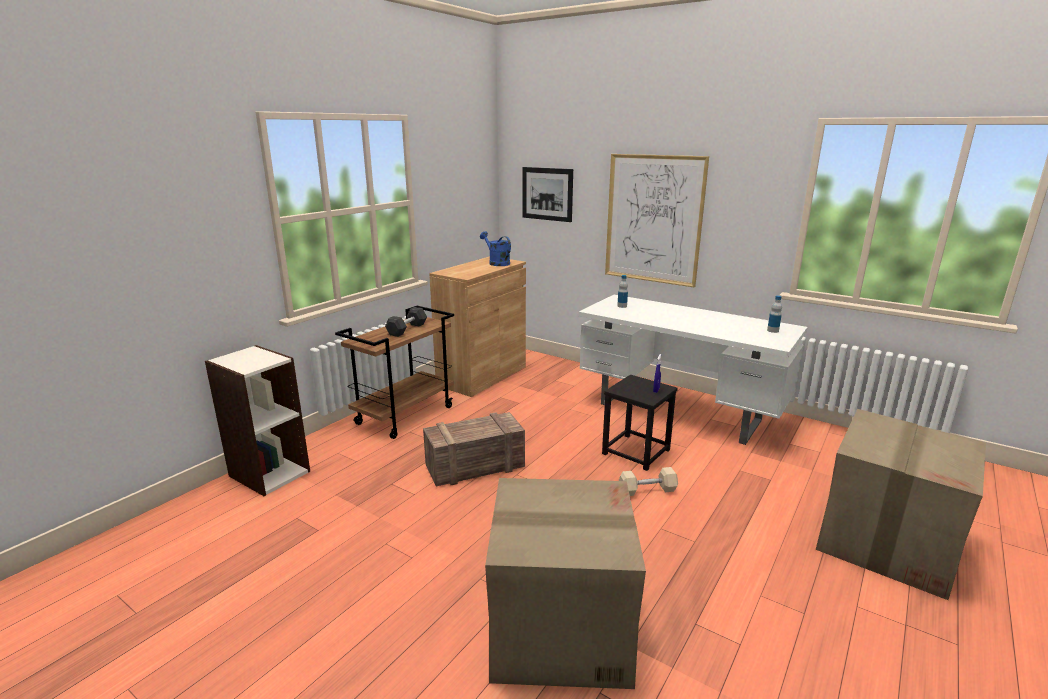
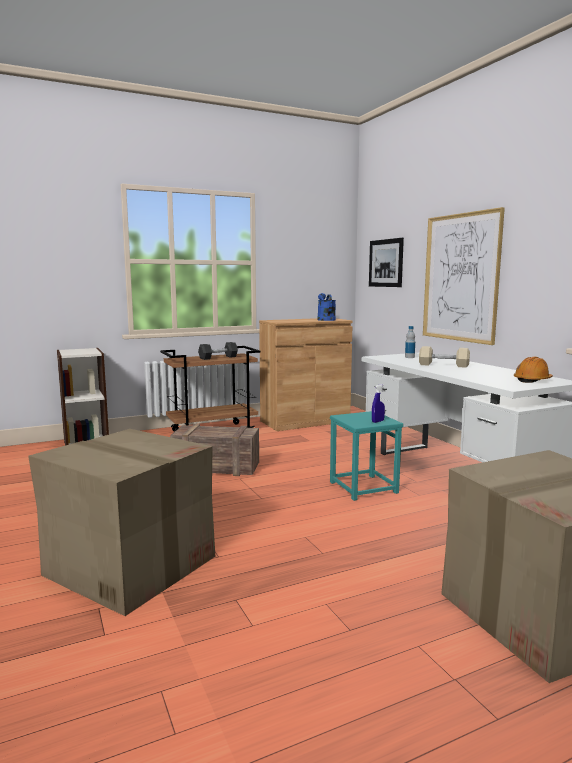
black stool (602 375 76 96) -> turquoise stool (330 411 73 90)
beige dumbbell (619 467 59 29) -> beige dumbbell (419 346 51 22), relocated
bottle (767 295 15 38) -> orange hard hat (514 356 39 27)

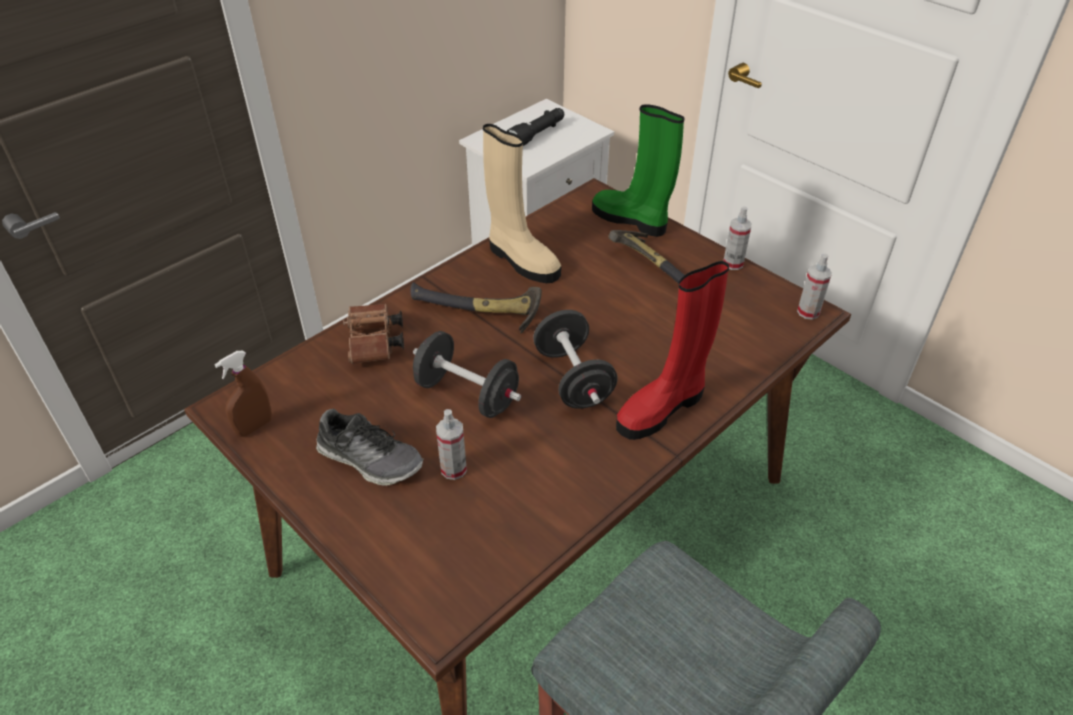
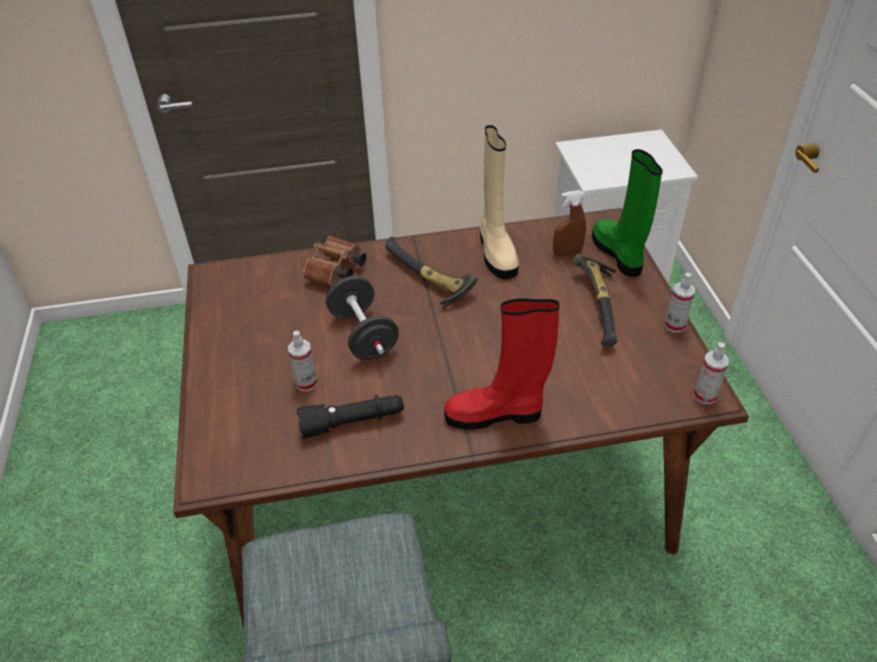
black flashlight (507 108 57 38) -> black flashlight (296 395 108 43), relocated
brown spray bottle (214 351 58 86) -> brown spray bottle (553 190 33 66), relocated
shoe (316 409 108 77) -> none
black dumbbell (533 310 85 99) -> none

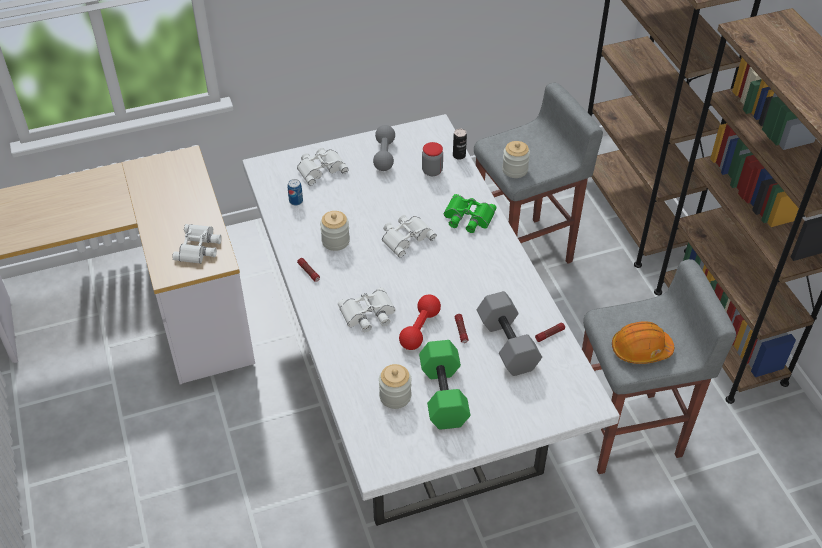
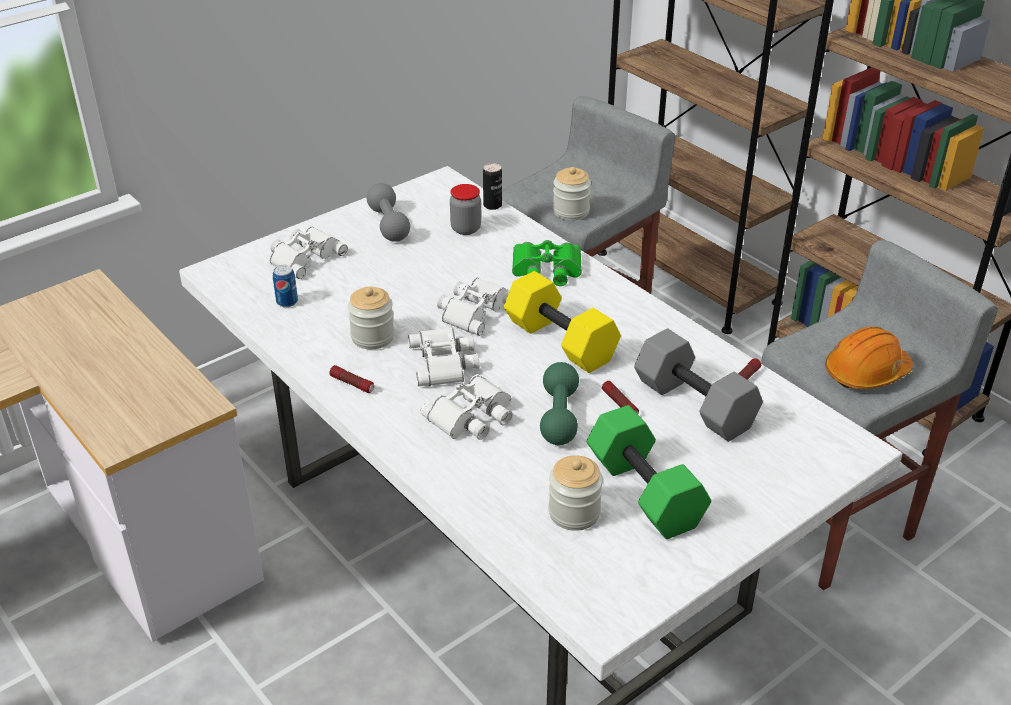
white binoculars (172 224 50 40) -> white binoculars (408 327 72 59), relocated
none -> yellow dumbbell (504 271 117 102)
red dumbbell (399 294 42 56) -> green dumbbell (540 362 39 83)

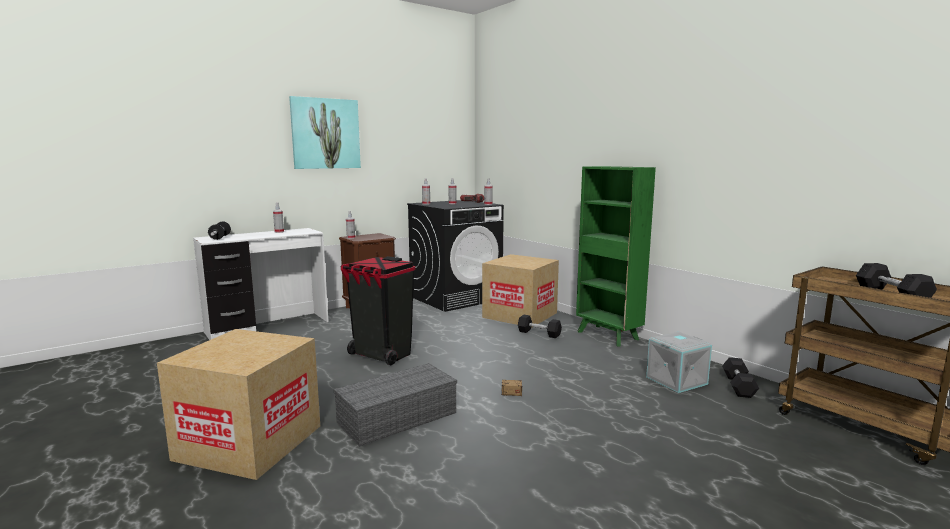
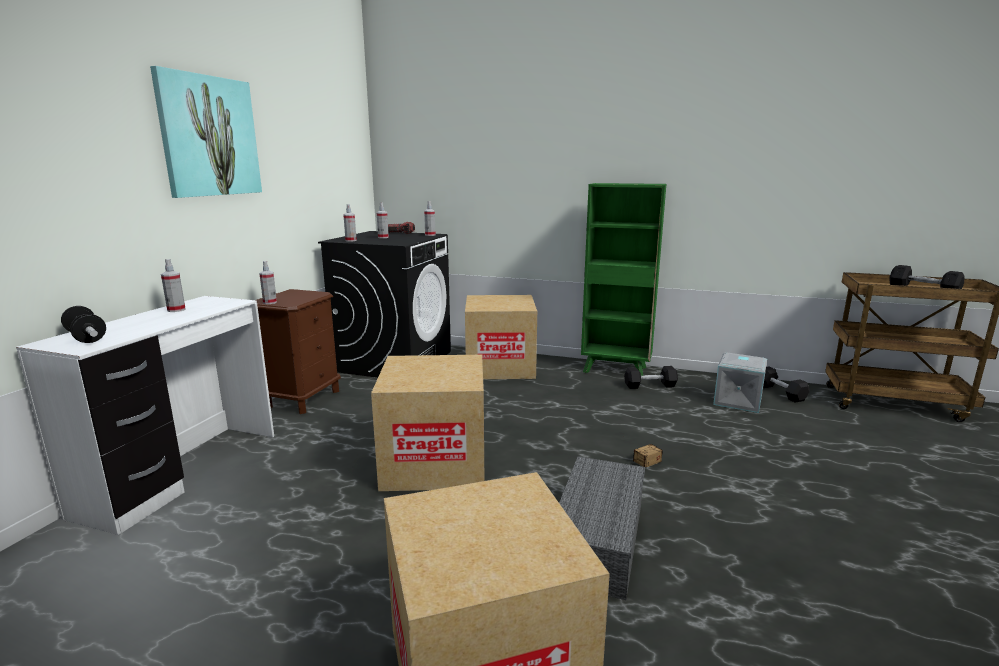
black trash can (341 256 75 109) -> cardboard box (371 355 113 136)
black dumbbell (518 315 44 23) -> black dumbbell (624 366 54 23), relocated

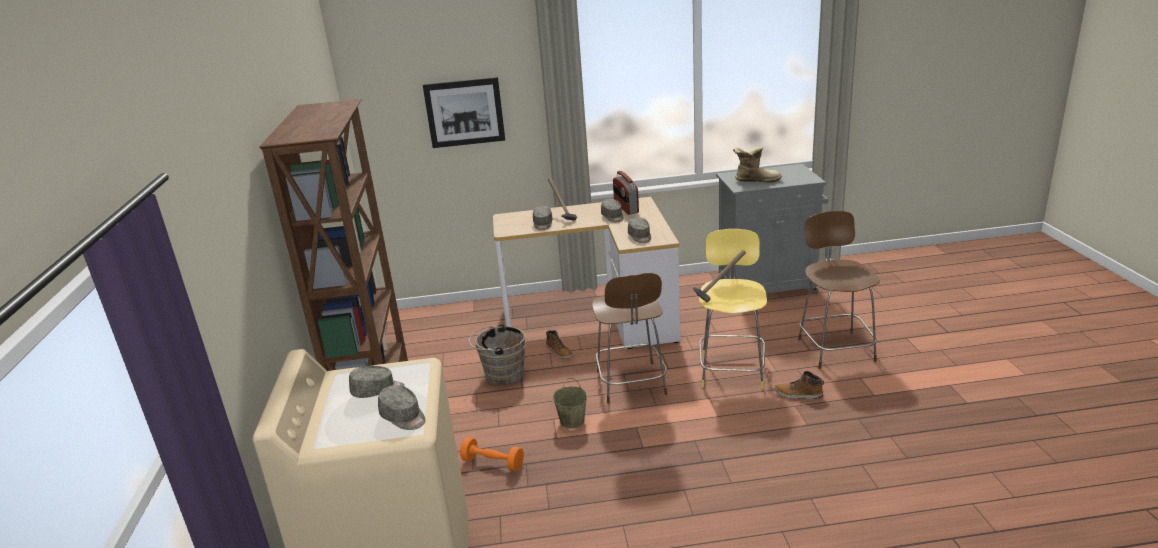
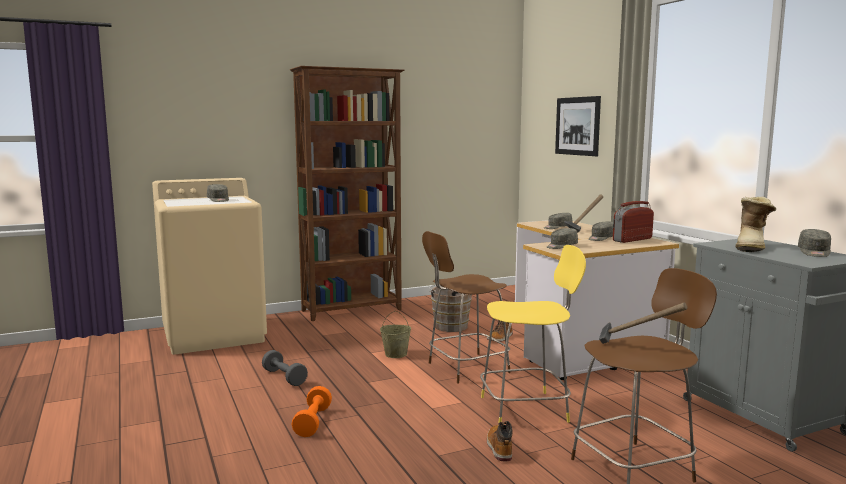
none -> grey dumbbell (262 350 46 36)
orange dumbbell (460 437 64 34) -> orange dumbbell (291 386 41 51), relocated
hammer (693 250 53 53) -> hammer (599 303 88 41), relocated
boot (733 147 49 36) -> boot (736 197 40 55), 45 degrees clockwise
grey cap (378 385 48 45) -> grey cap (798 229 33 28), relocated

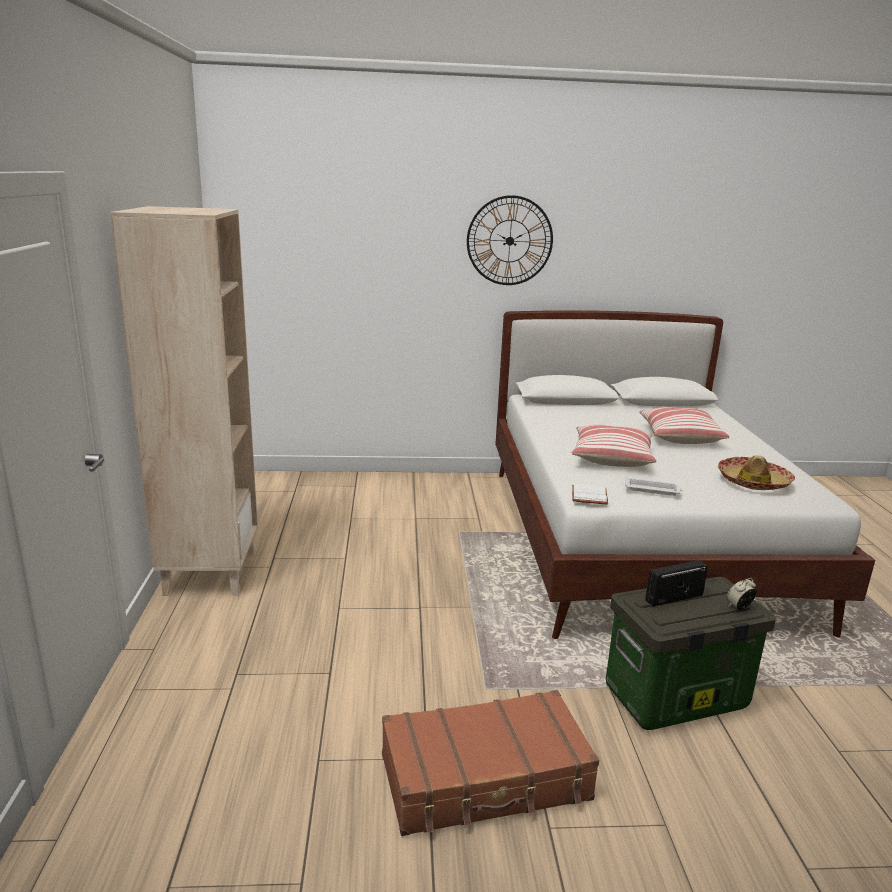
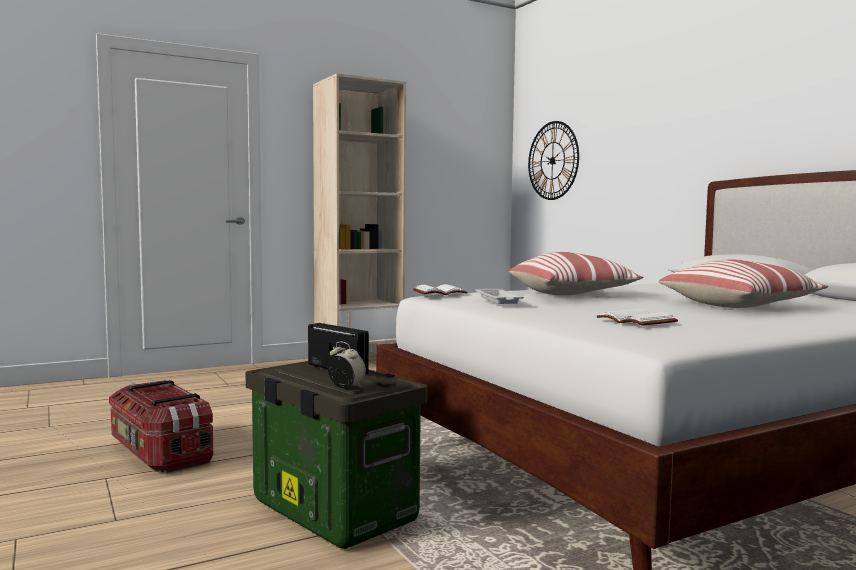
brown suitcase (382 690 217 146) -> storage box (109 380 104 92)
wall clock (467 195 86 90) -> wall clock (528 121 51 79), relocated
hat (718 455 77 35) -> white book (597 309 81 17)

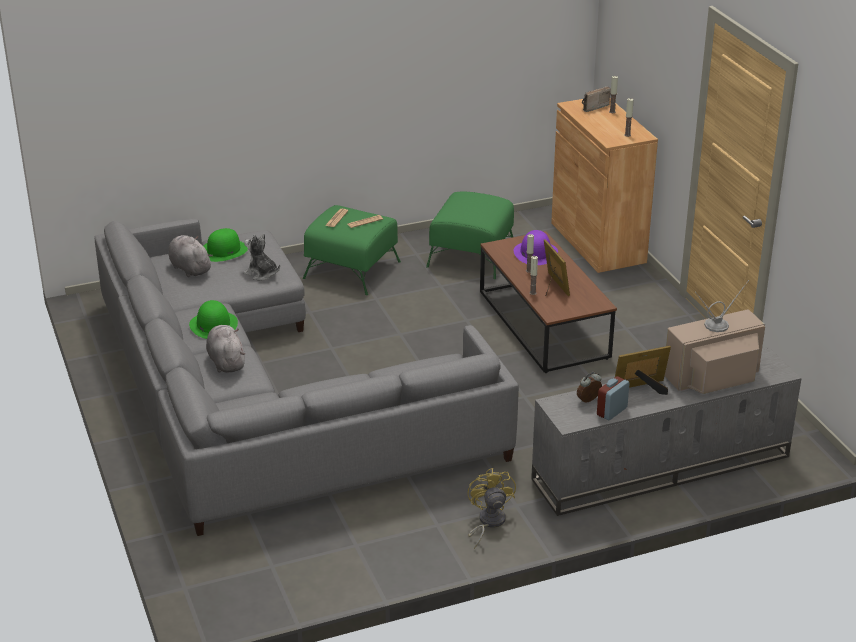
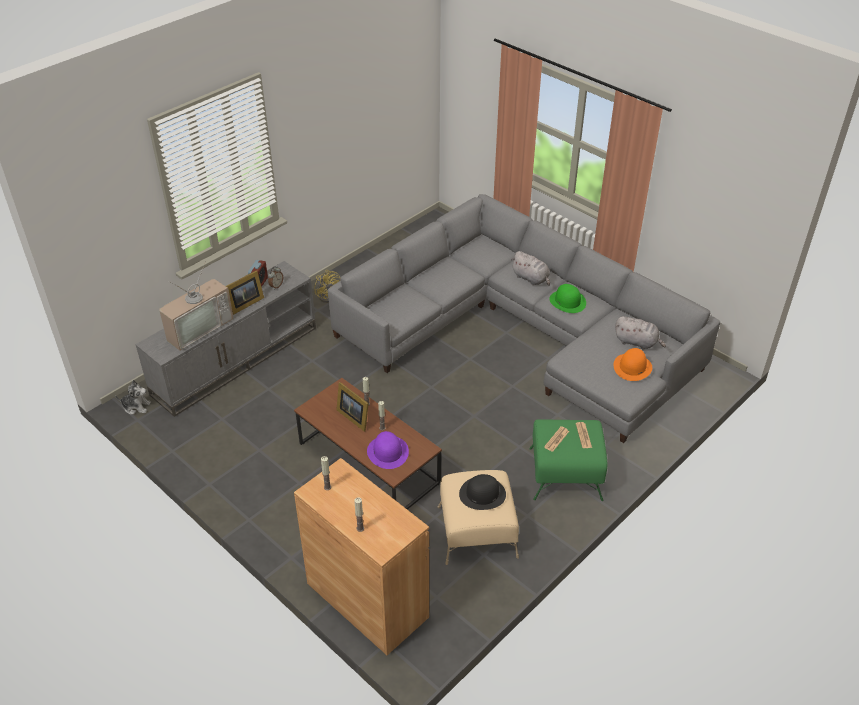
plush toy (244 233 36 48) -> plush toy (115 380 36 35), relocated
green ottoman (426 192 88 87) -> beige ottoman (438 470 81 95)
none -> black hat (459 474 47 36)
green hat (204 228 44 34) -> orange hat (614 348 38 33)
radio (582 86 29 26) -> none

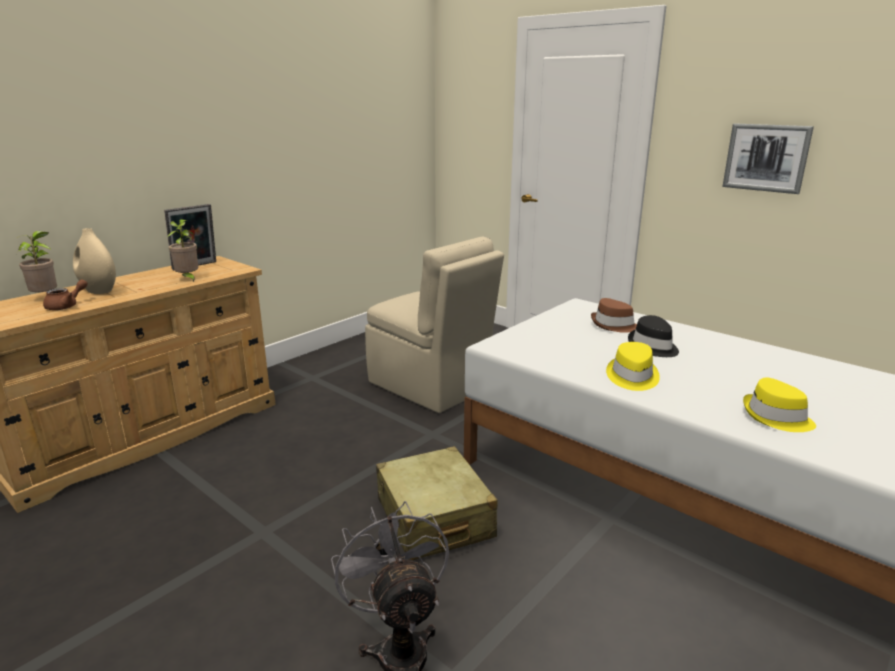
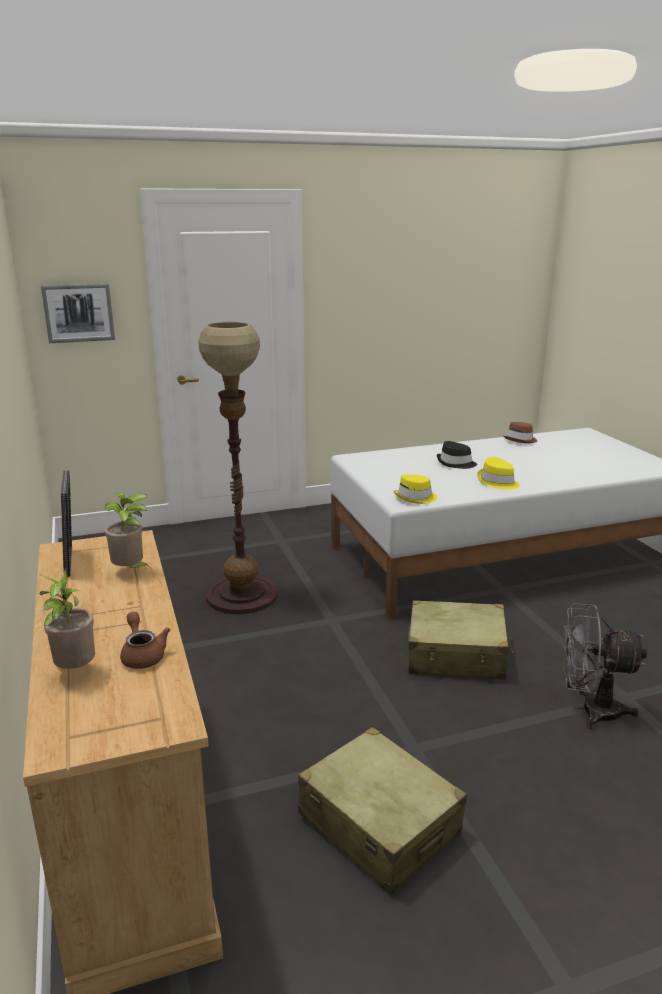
picture (722 123 92 71) -> picture (41 283 74 60), relocated
beige chair (365 236 139 177) -> floor lamp (198 322 81 292)
none -> beige suitcase (298 727 169 168)
yellow hat (743 378 73 54) -> yellow hat (394 474 44 30), relocated
brown hat (591 298 46 35) -> brown hat (504 422 33 22), relocated
beige vase (73 228 43 66) -> none

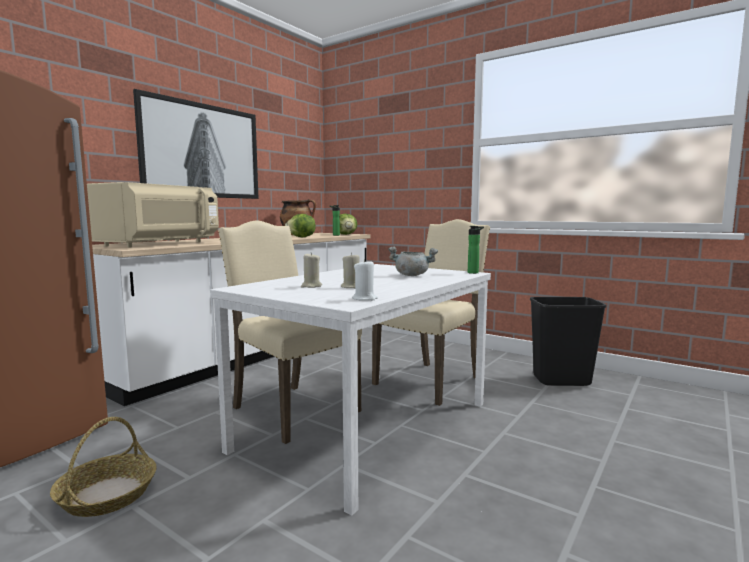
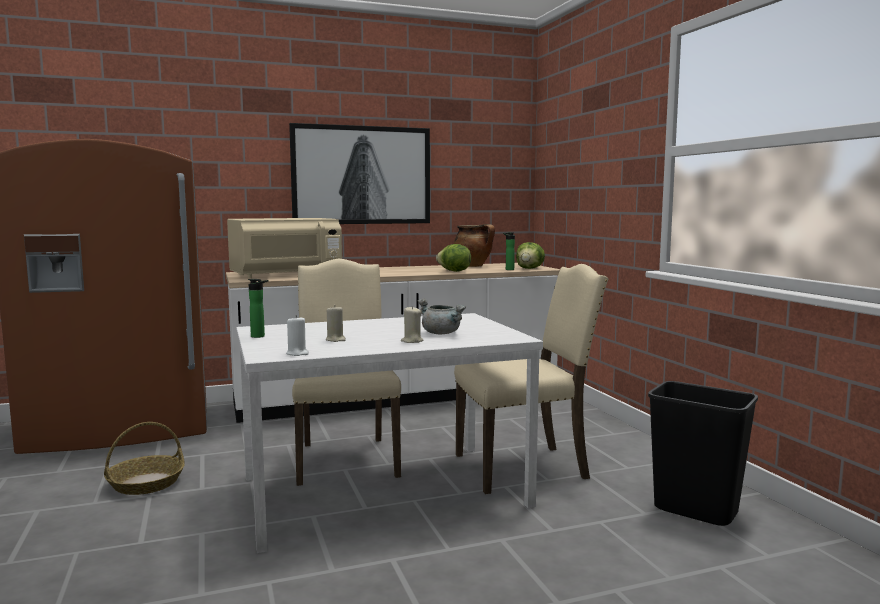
bottle (468 226 16 48) -> bottle (248 279 20 59), relocated
beige candle (301 253 21 35) -> beige candle (401 306 23 37), relocated

